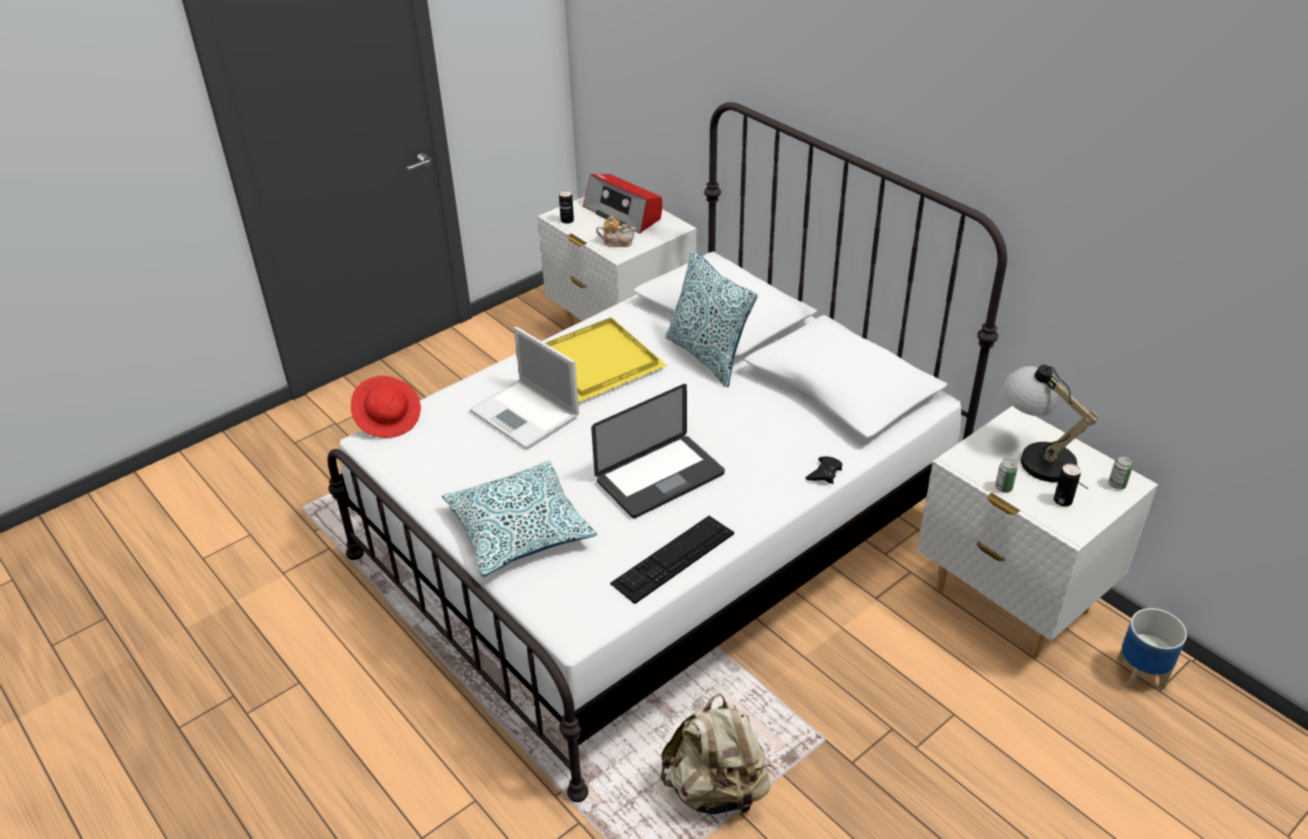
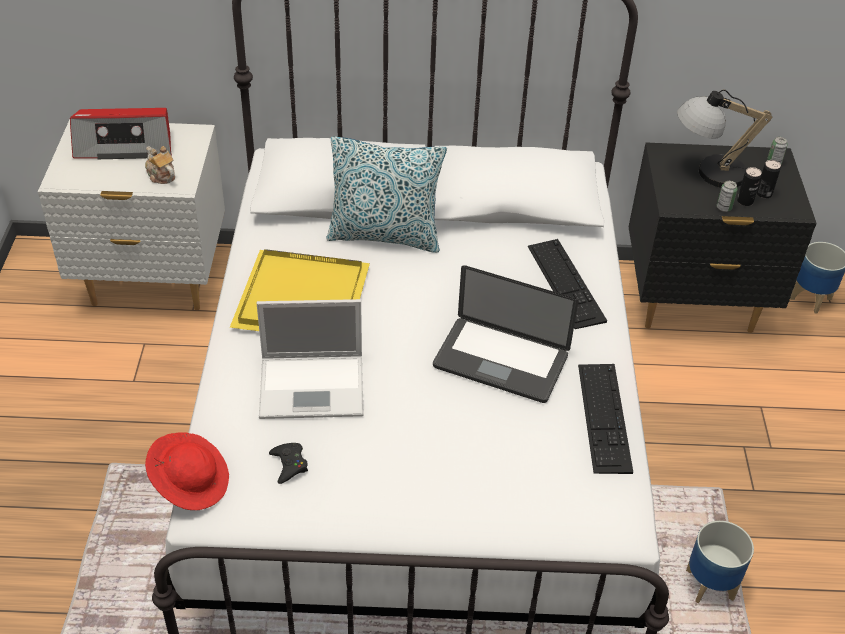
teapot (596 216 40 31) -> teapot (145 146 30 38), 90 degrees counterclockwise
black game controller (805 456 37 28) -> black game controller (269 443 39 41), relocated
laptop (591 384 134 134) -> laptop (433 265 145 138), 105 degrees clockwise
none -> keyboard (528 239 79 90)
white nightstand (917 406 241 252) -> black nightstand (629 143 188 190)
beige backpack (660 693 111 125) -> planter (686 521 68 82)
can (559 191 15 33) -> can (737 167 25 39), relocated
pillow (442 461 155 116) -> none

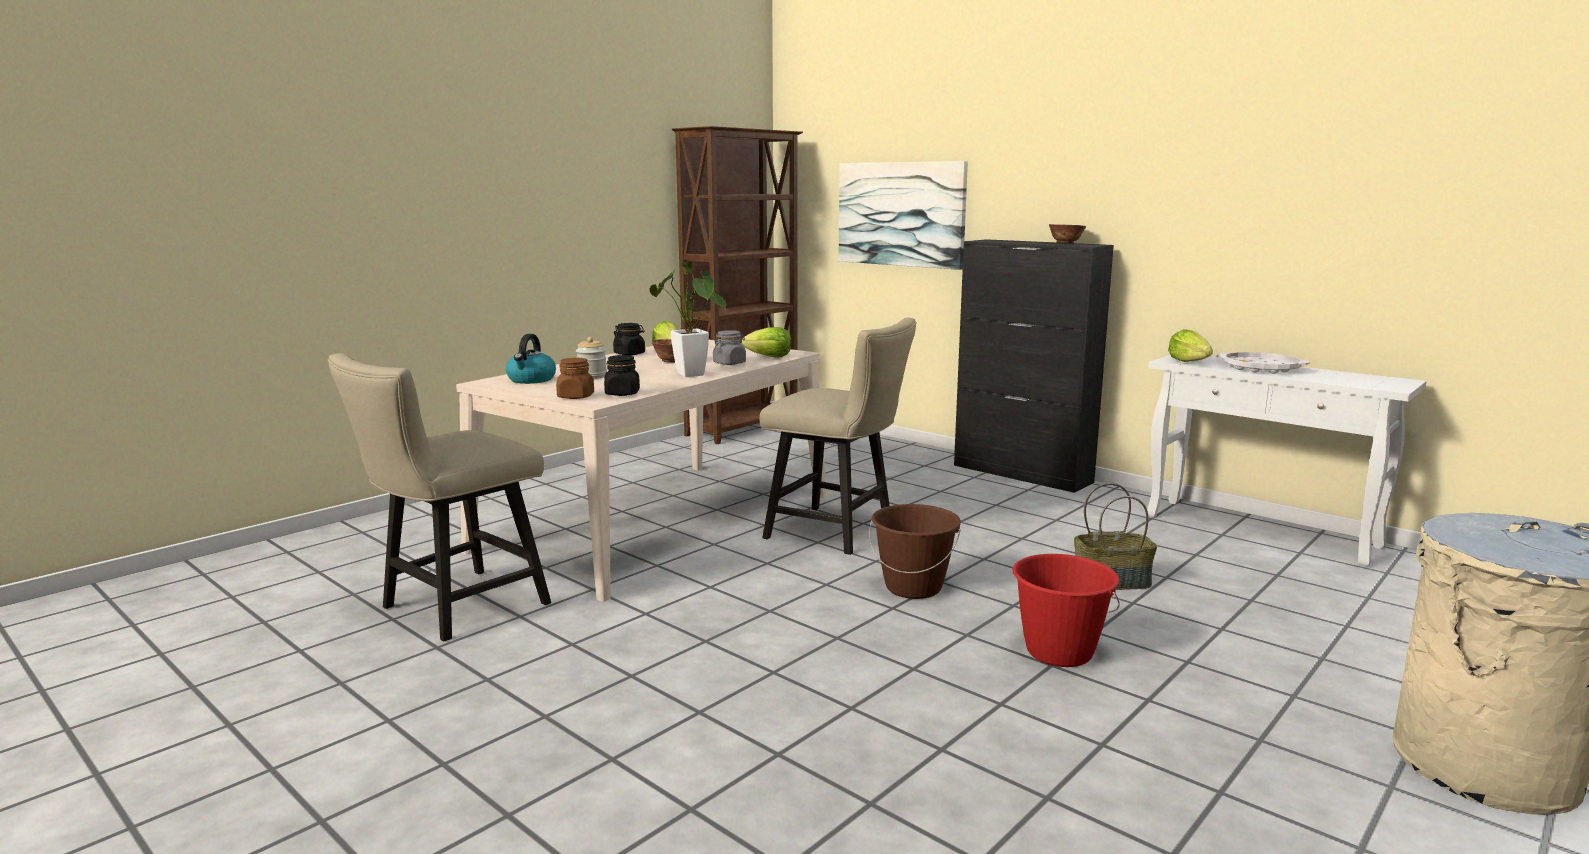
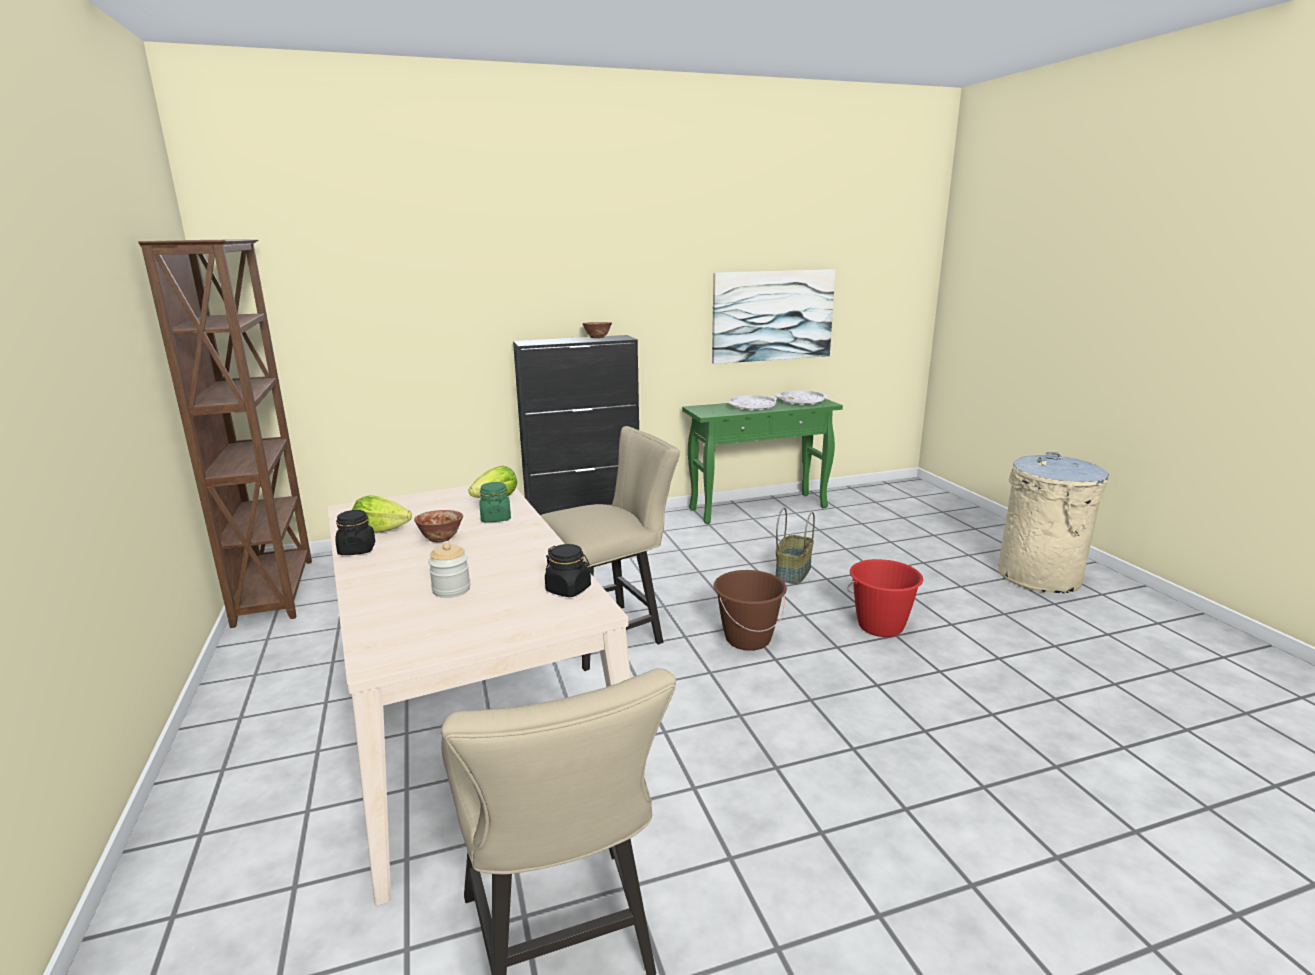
grey jar (713 330 33 35) -> green jar (479 482 32 40)
white console table (1147 355 280 212) -> green console table (682 398 161 126)
picture (839 161 129 109) -> picture (712 269 124 95), relocated
none -> white tray (775 390 54 15)
kettle (506 334 50 50) -> none
brown jar (556 358 38 41) -> none
potted plant (649 261 77 116) -> none
lettuce (1168 329 45 33) -> none

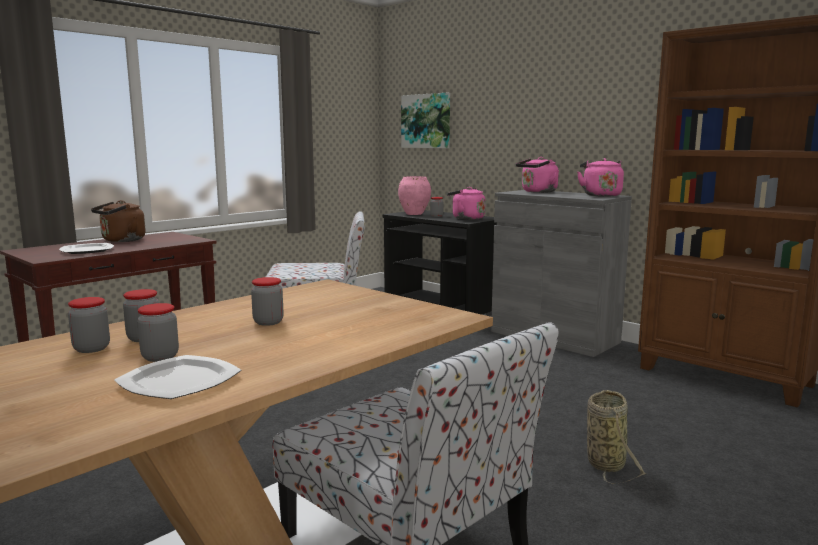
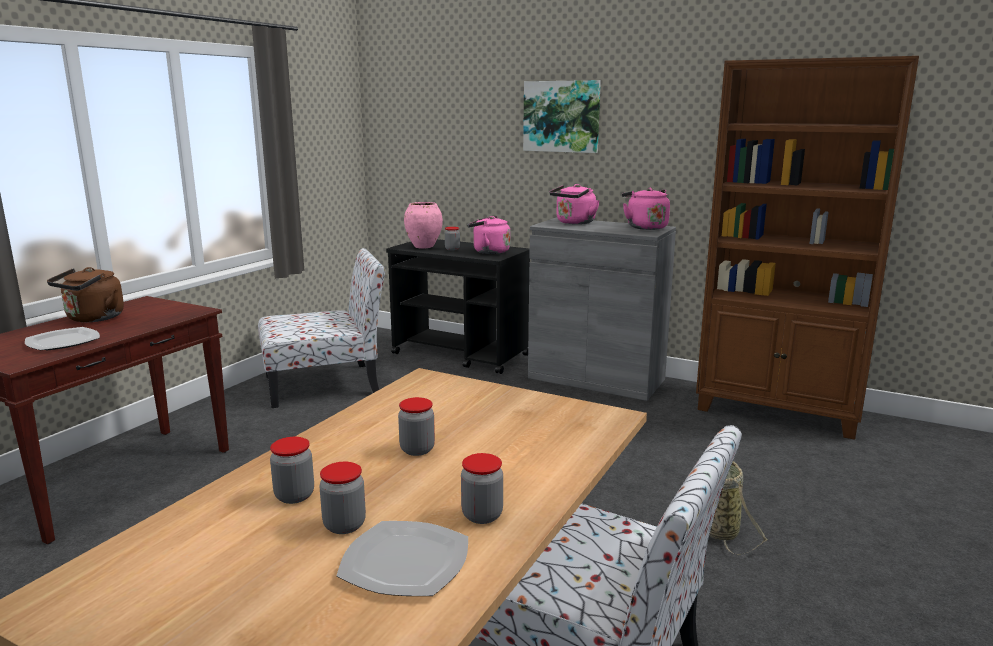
jar (68 297 42 56) -> jar (461 453 42 71), relocated
picture (401 93 49 55) -> picture (523 80 78 73), relocated

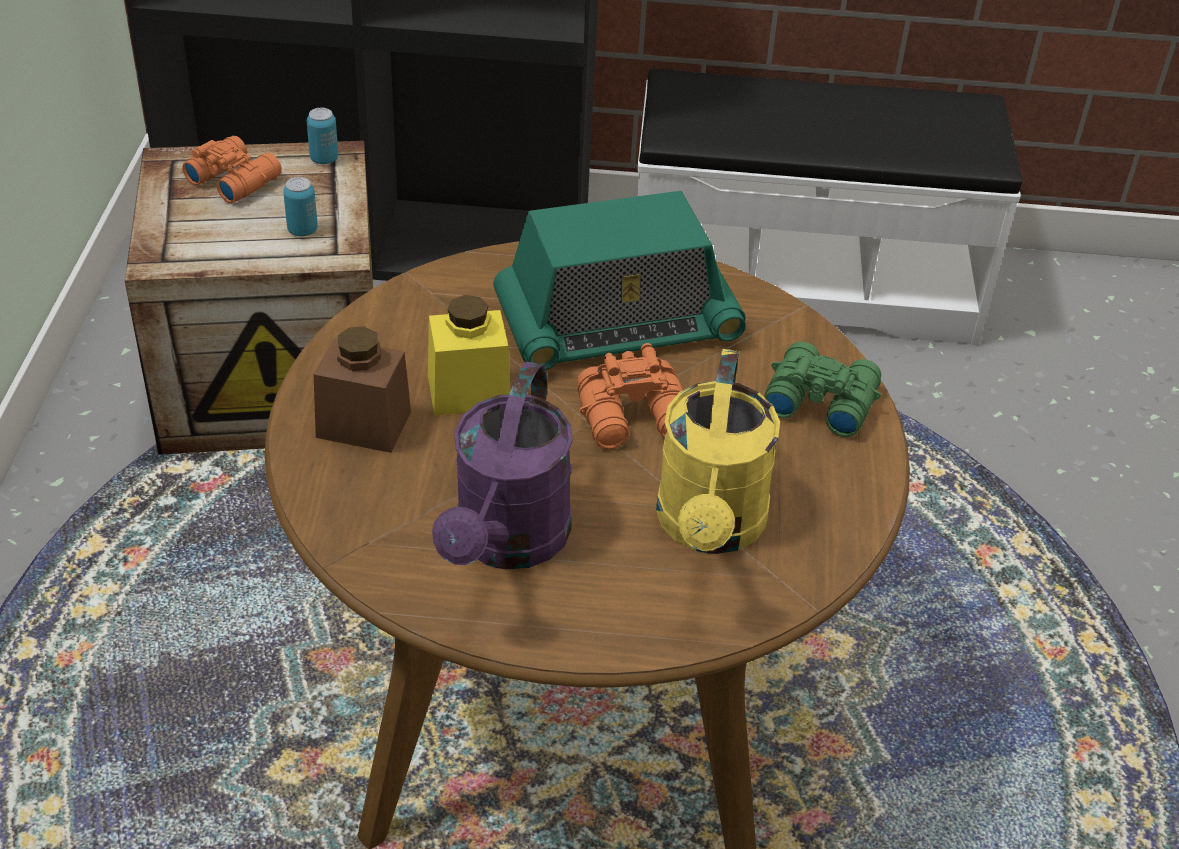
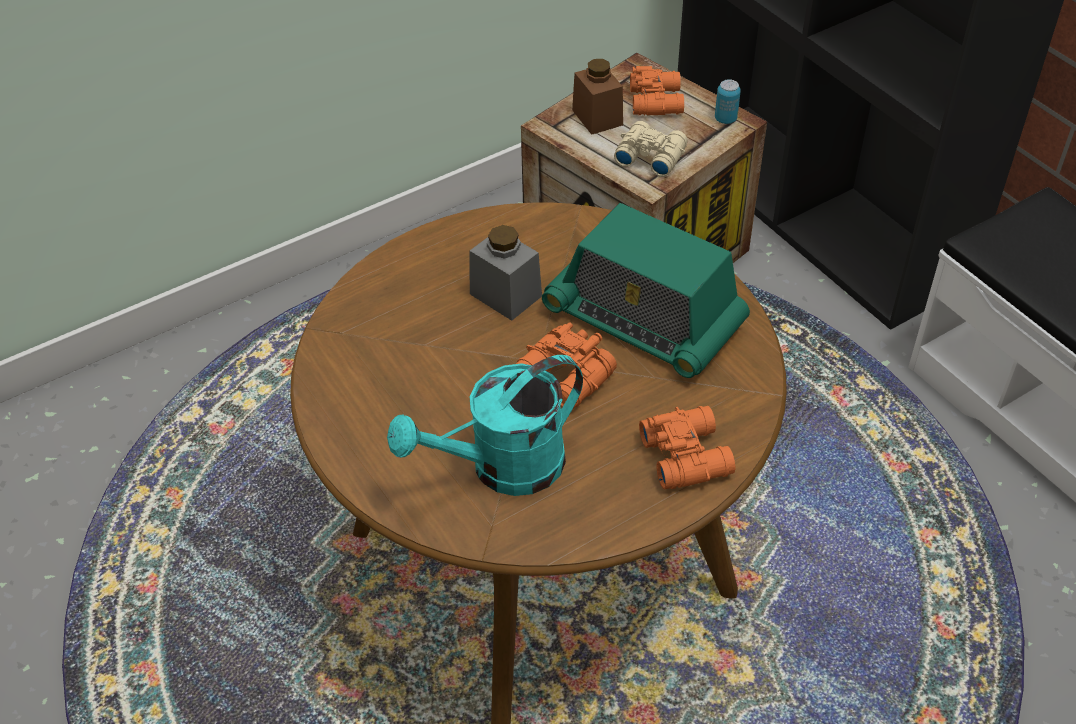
yellow watering can (656 349 124 205) -> turquoise watering can (387 355 196 141)
yellow jar (428 295 82 121) -> grey jar (470 225 72 96)
brown jar (314 327 97 126) -> brown jar (572 59 51 76), relocated
can (283 177 35 59) -> beige binoculars (614 121 74 56)
green binoculars (765 342 116 95) -> orange binoculars (639 406 96 83)
purple watering can (432 362 141 207) -> none

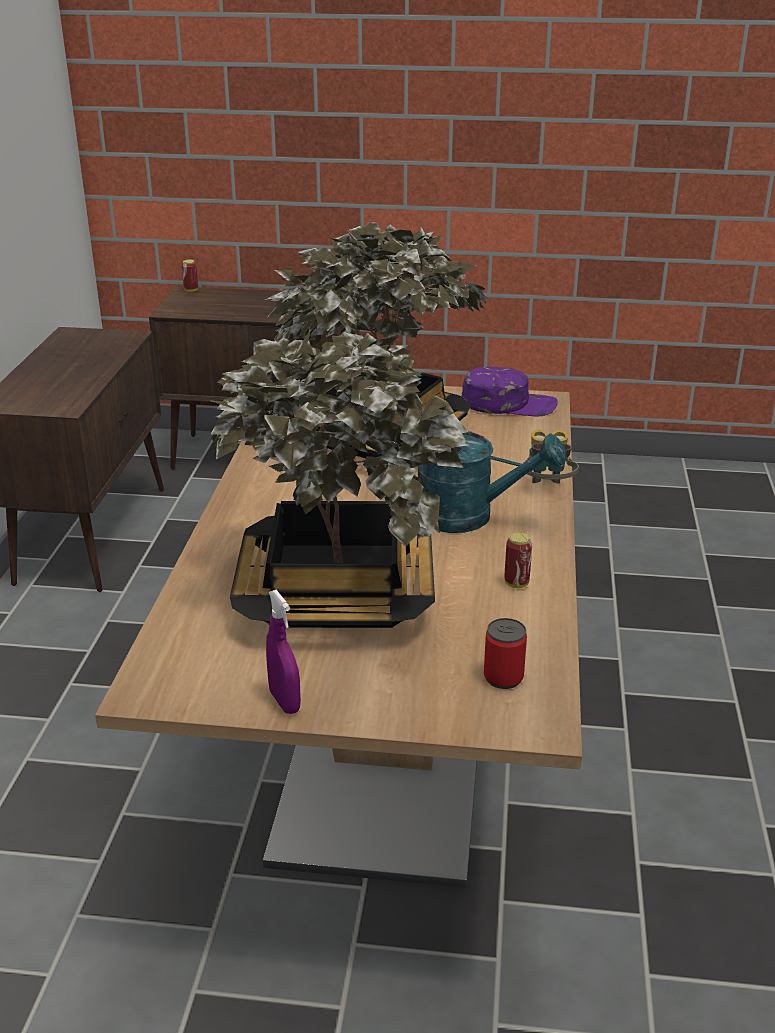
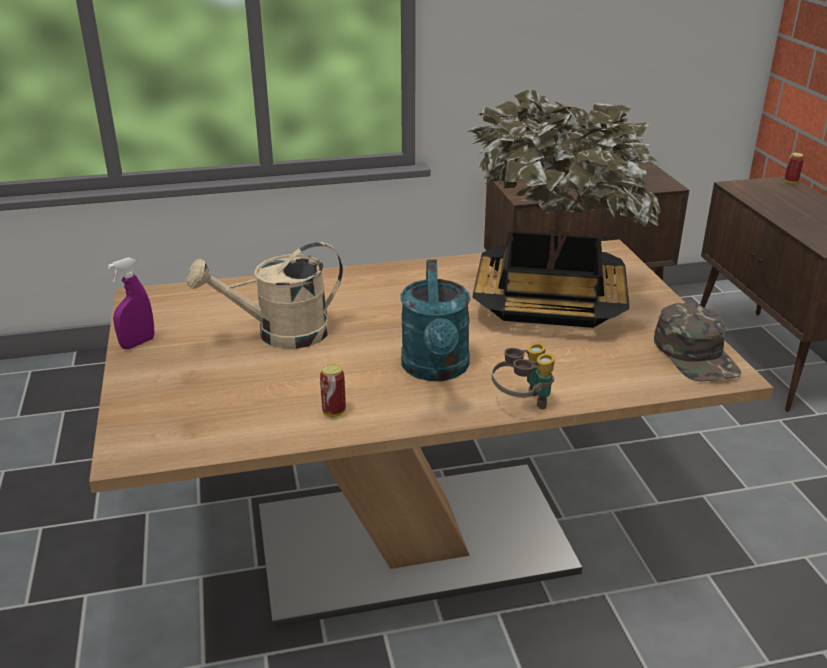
potted plant (210 331 259 297) -> beige watering can (187 242 156 107)
purple cap (462 367 96 50) -> green cap (654 302 87 80)
can (484 618 43 71) -> none

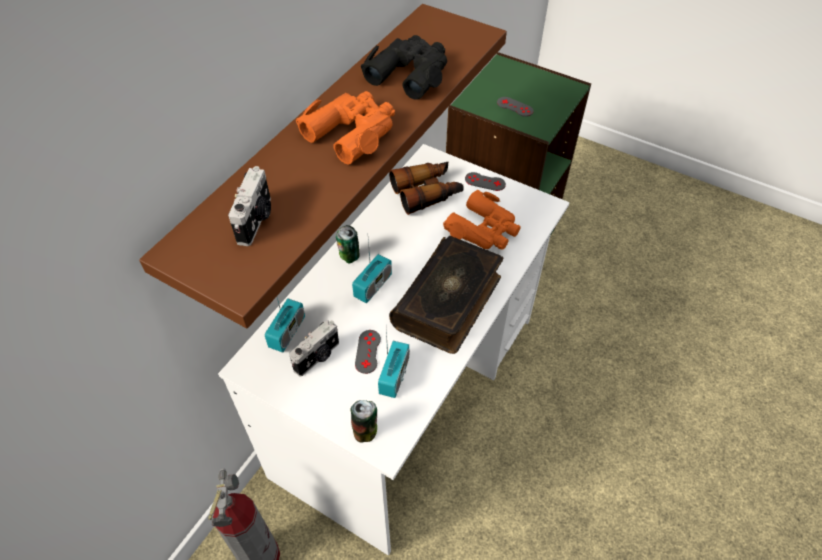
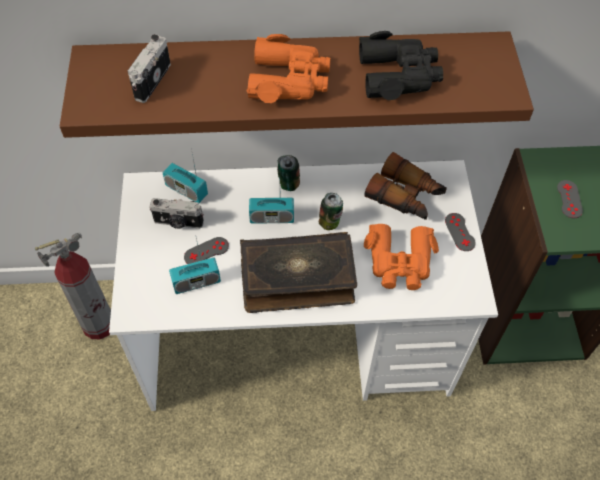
photo camera (228 166 43 80) -> photo camera (128 34 43 69), 135 degrees clockwise
radio (265 298 40 55) -> radio (163 148 45 55), 45 degrees clockwise
can (350 400 27 43) -> can (319 193 24 37), relocated

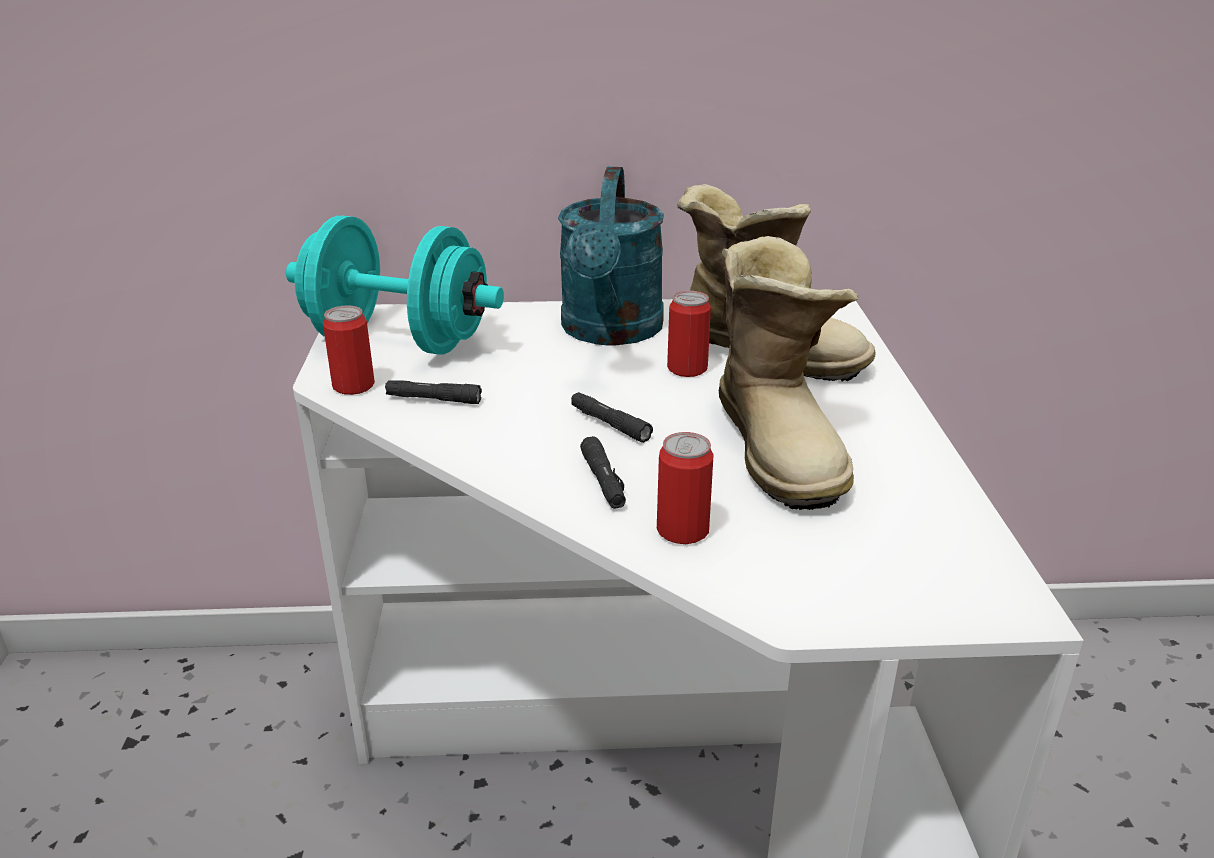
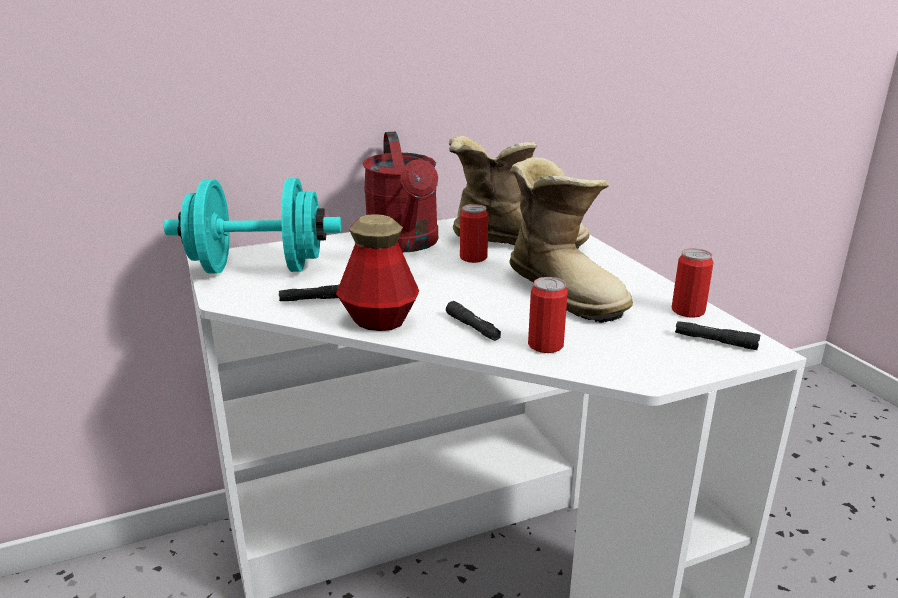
none -> bottle (336 214 83 117)
turquoise watering can (558 167 106 178) -> red watering can (363 132 75 120)
can (323 306 52 89) -> can (671 248 43 70), relocated
black flashlight (571 392 82 51) -> black flashlight (675 321 85 29), relocated

